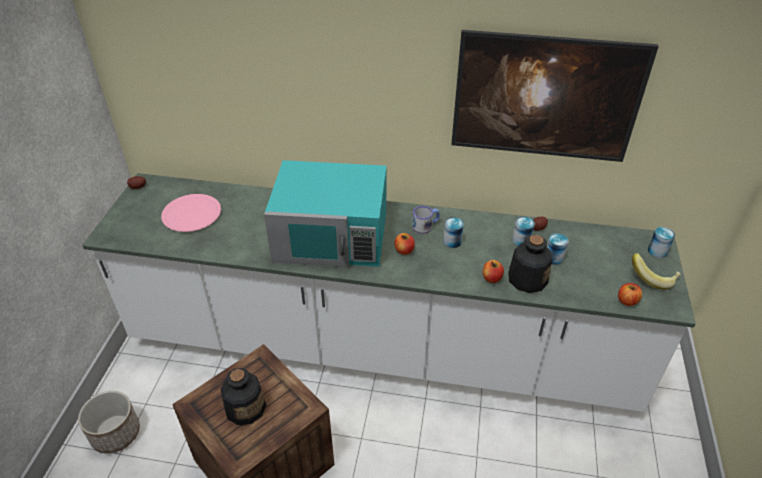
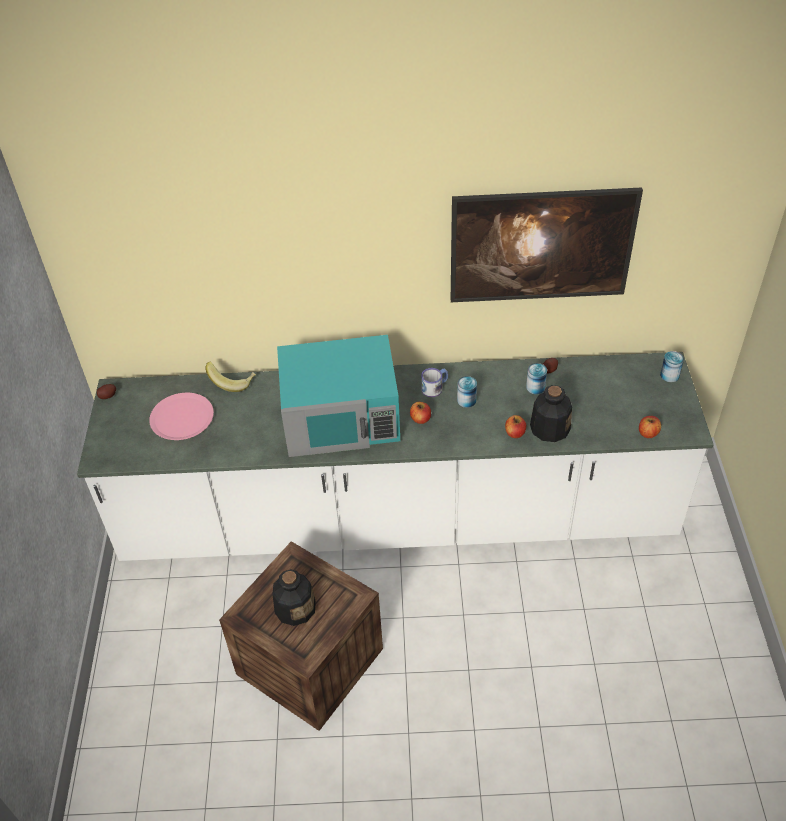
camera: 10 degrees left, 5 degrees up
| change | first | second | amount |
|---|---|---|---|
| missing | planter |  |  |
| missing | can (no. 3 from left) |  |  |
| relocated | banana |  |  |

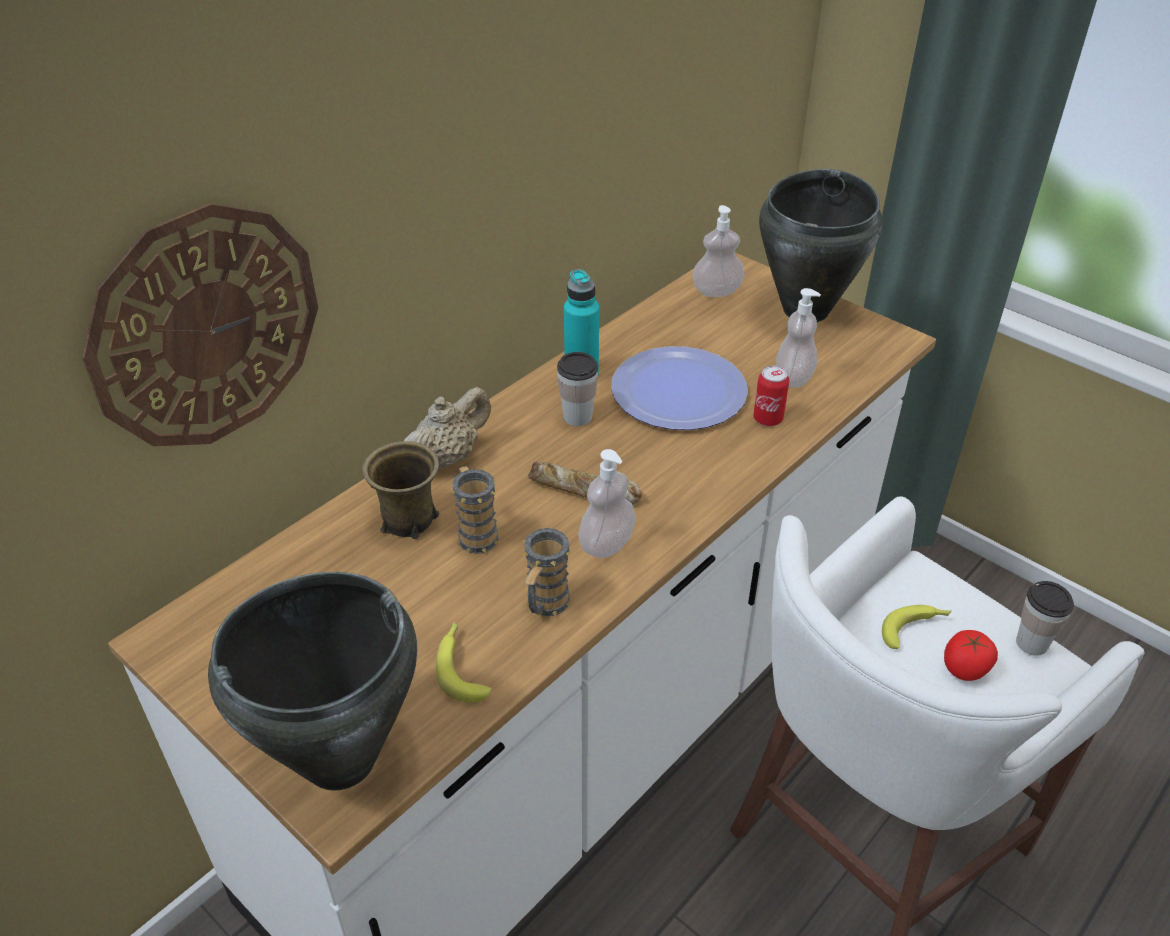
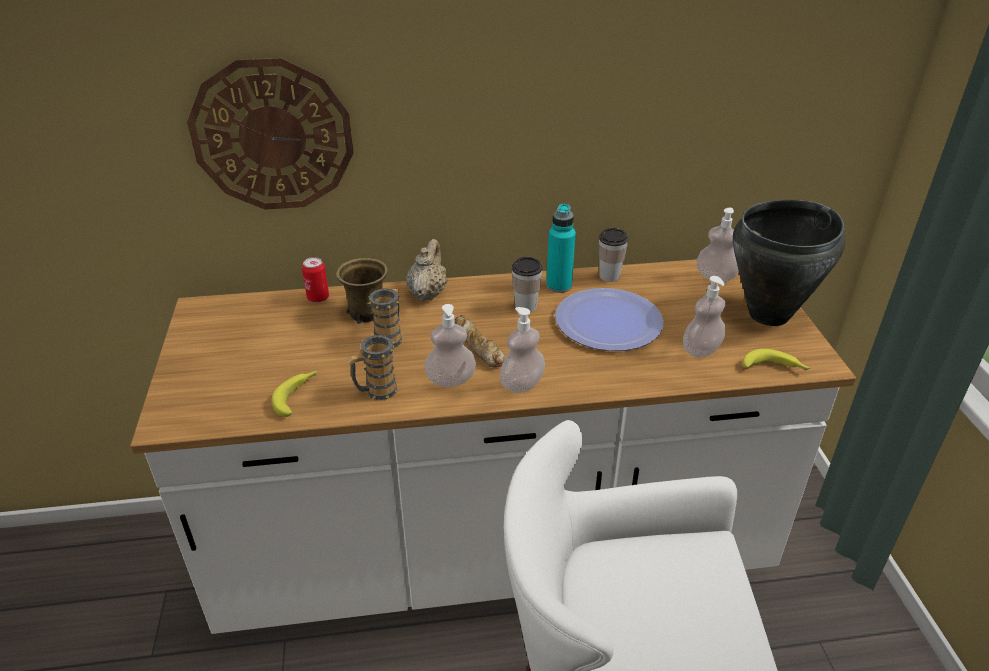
camera: 40 degrees right, 5 degrees down
| change | first | second | amount |
|---|---|---|---|
| missing | black cooking pot (no. 1 from left) |  |  |
| spun | beige teapot |  | 75 degrees counterclockwise |
| relocated | can |  |  |
| relocated | banana (no. 2 from left) |  |  |
| missing | tomato |  |  |
| relocated | cup (no. 2 from left) |  |  |
| appeared |  | soap dispenser (no. 2 from left) |  |

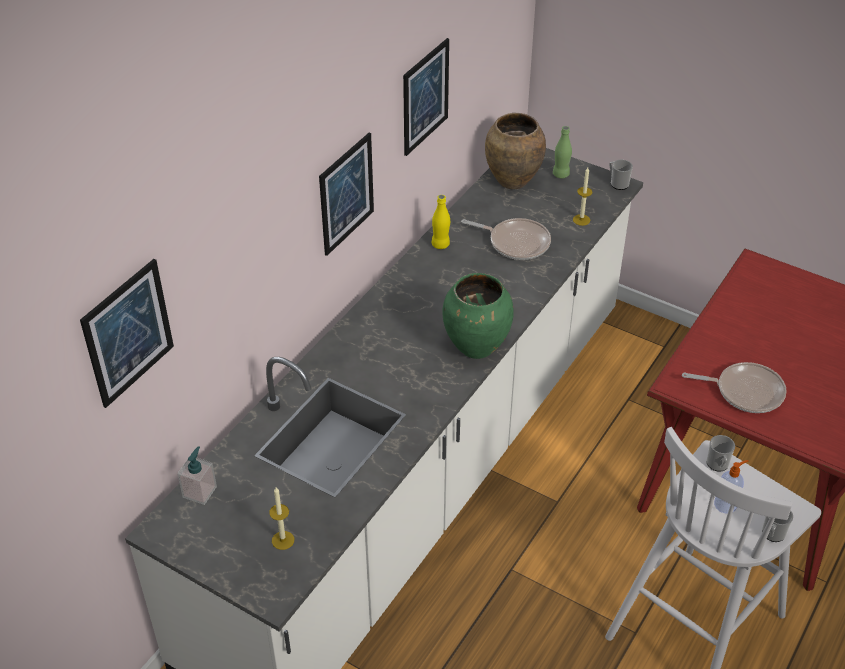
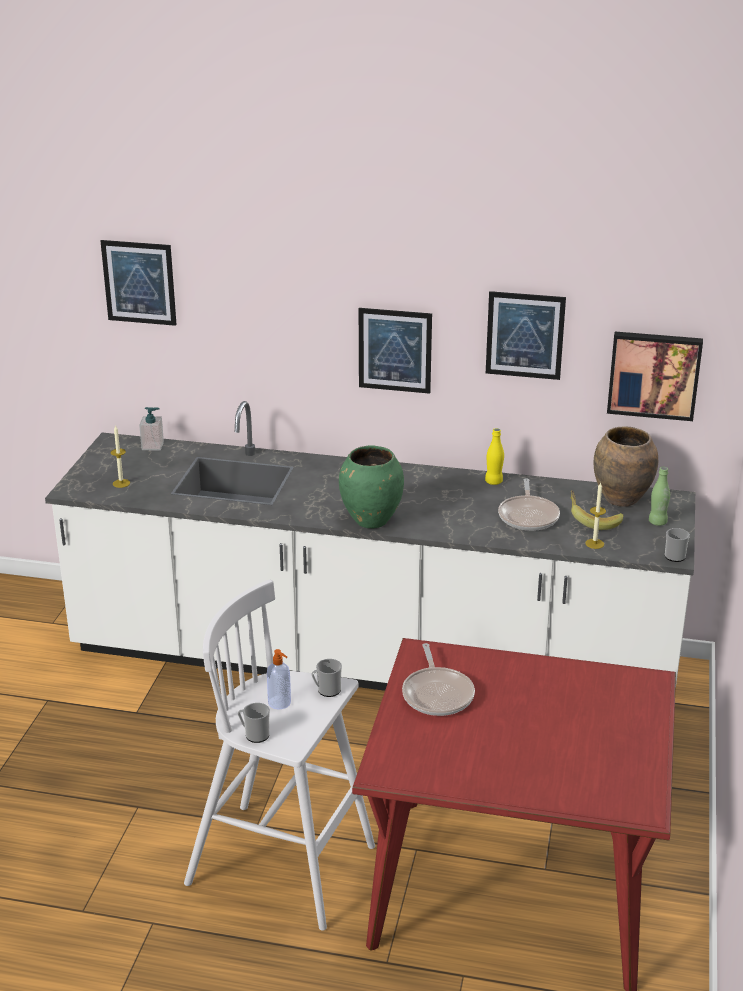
camera: 70 degrees right, 15 degrees down
| change | first | second | amount |
|---|---|---|---|
| appeared |  | banana |  |
| appeared |  | picture (no. 4 from left) |  |

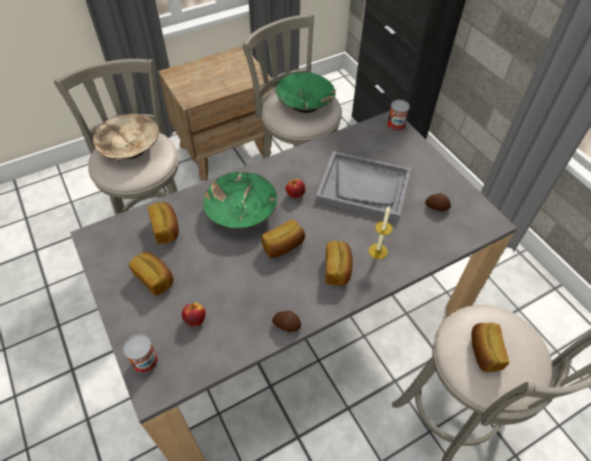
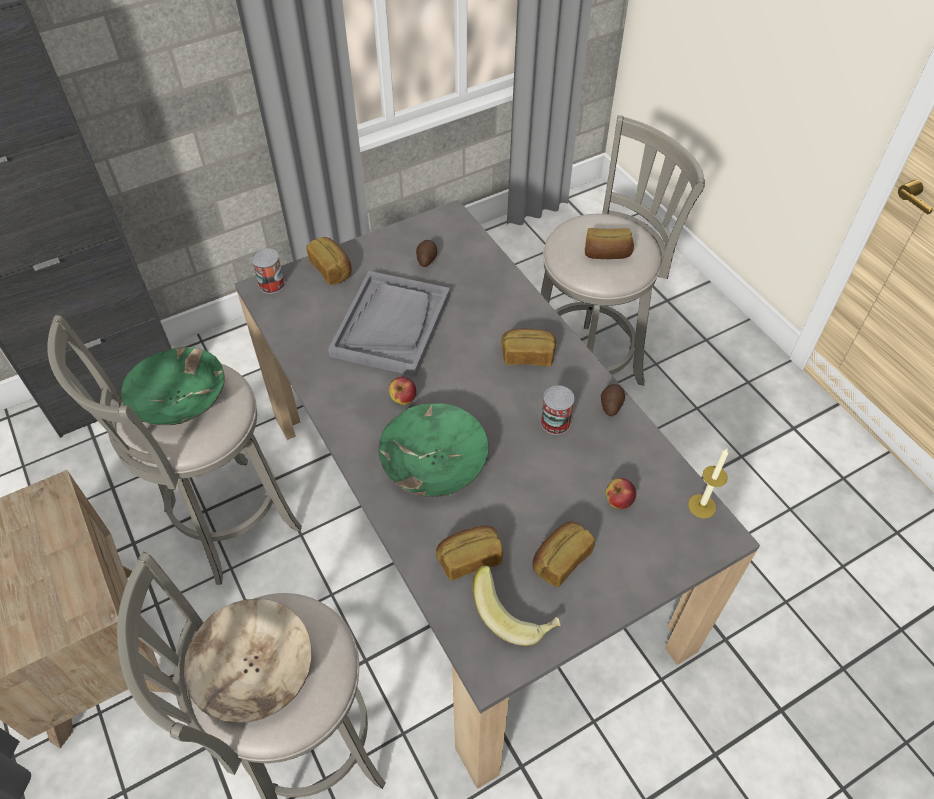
camera: 90 degrees left, 0 degrees up
| change | first | second | amount |
|---|---|---|---|
| relocated | can (no. 1 from left in the first image) | can (no. 2 from left) |  |
| relocated | bread (no. 3 from left in the first image) | bread (no. 1 from left) |  |
| relocated | candle |  |  |
| appeared |  | banana |  |

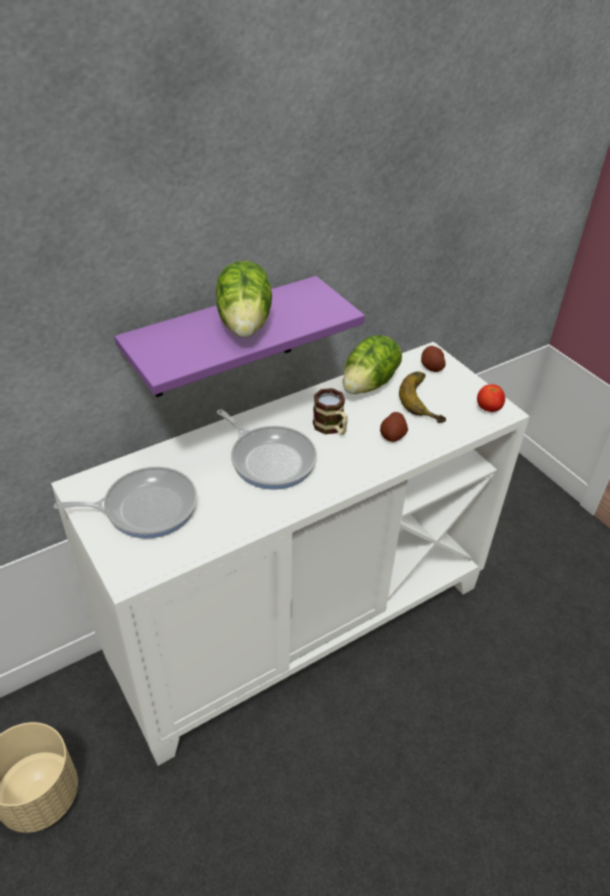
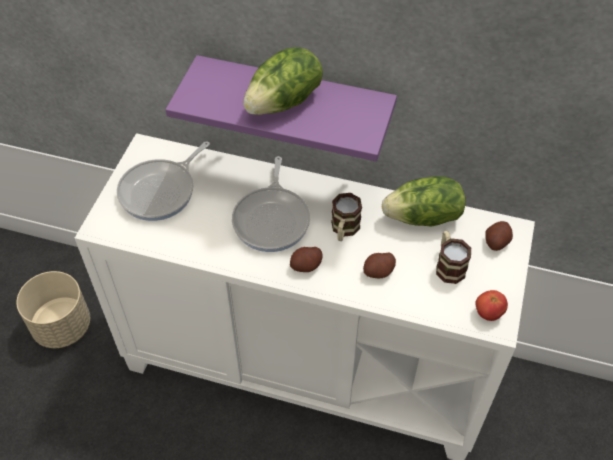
camera: 50 degrees right, 10 degrees up
| change | first | second | amount |
|---|---|---|---|
| spun | frying pan (no. 1 from left) |  | 90 degrees clockwise |
| exchanged | banana | mug (no. 2 from left) |  |
| appeared |  | potato (no. 1 from left) |  |

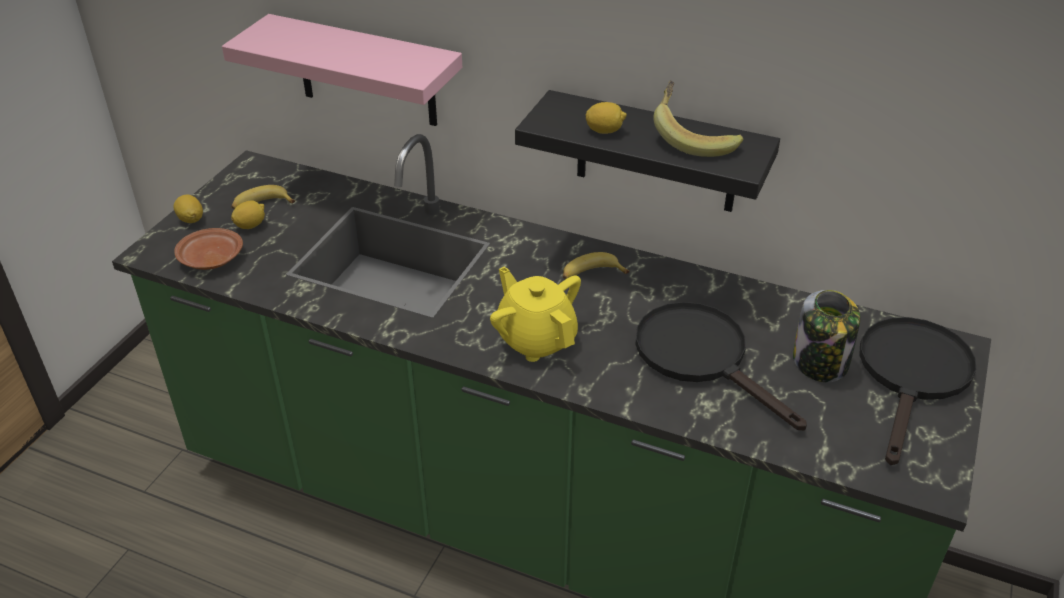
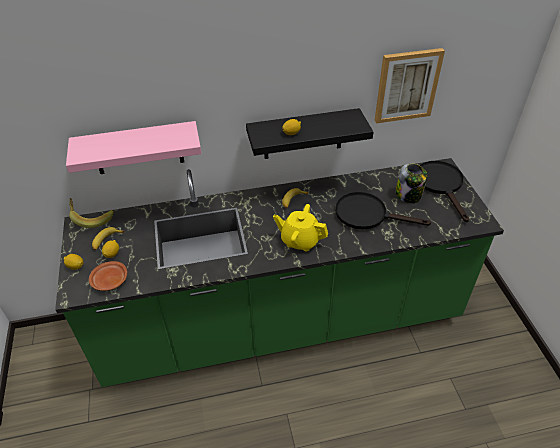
camera: 35 degrees left, 5 degrees up
| change | first | second | amount |
|---|---|---|---|
| relocated | banana (no. 3 from left in the first image) | banana (no. 1 from left) |  |
| appeared |  | picture |  |

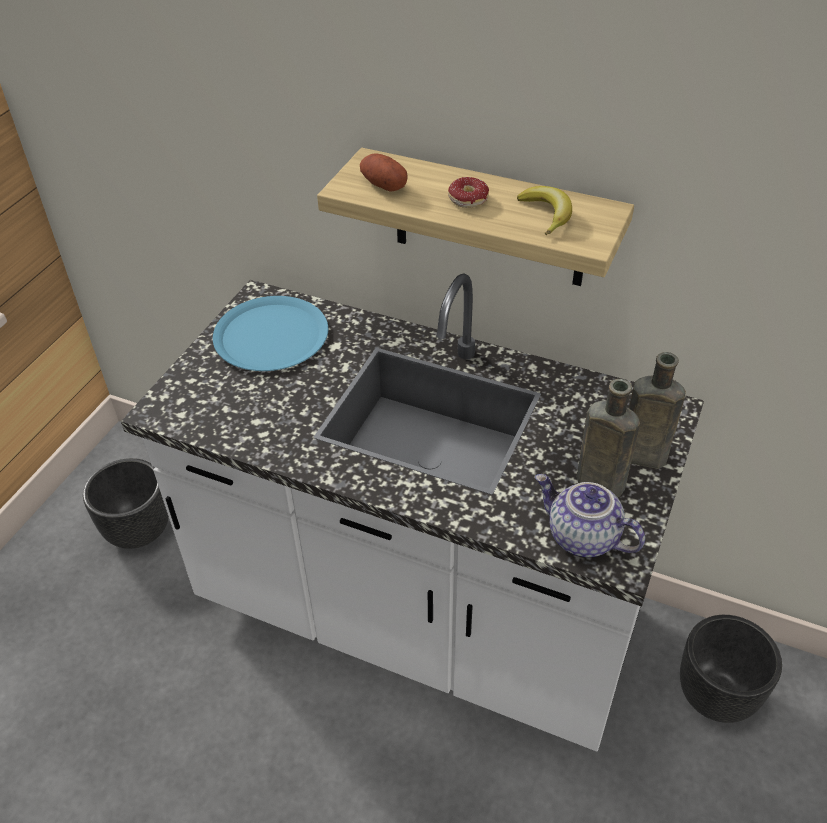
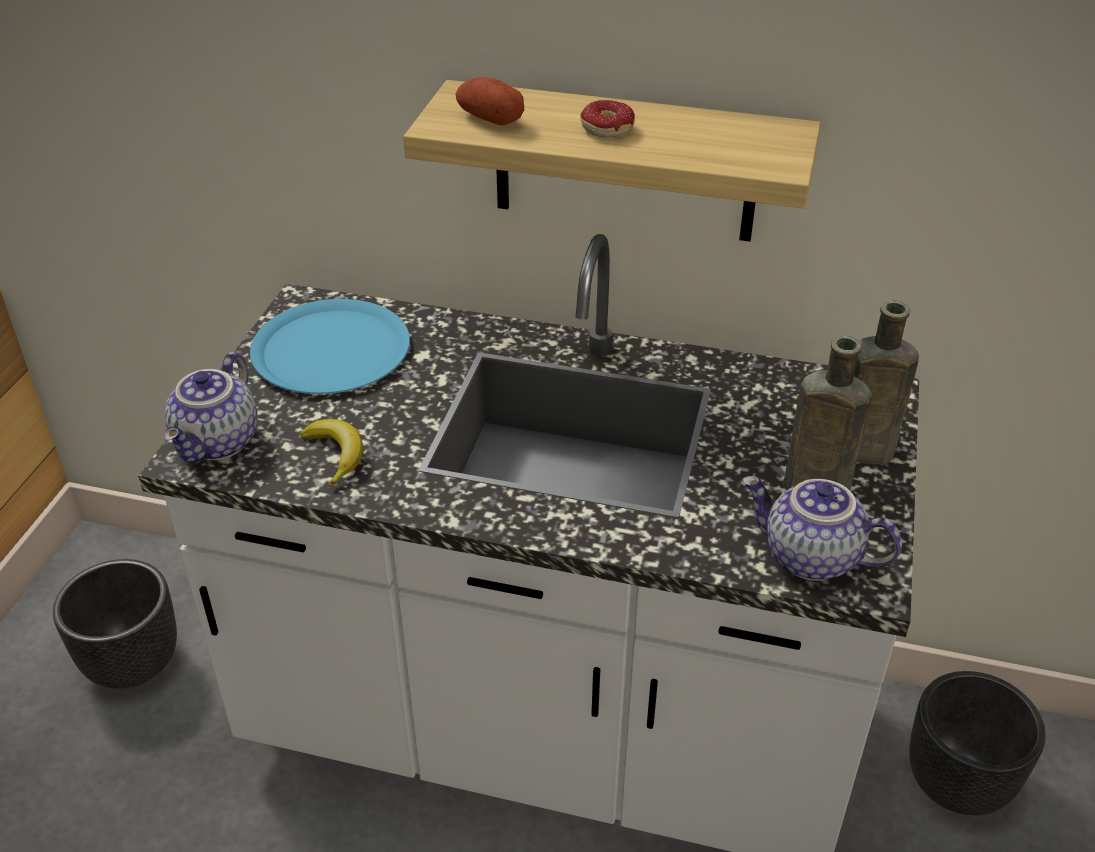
camera: 10 degrees left, 5 degrees down
| change | first | second | amount |
|---|---|---|---|
| relocated | banana |  |  |
| appeared |  | teapot (no. 1 from left) |  |

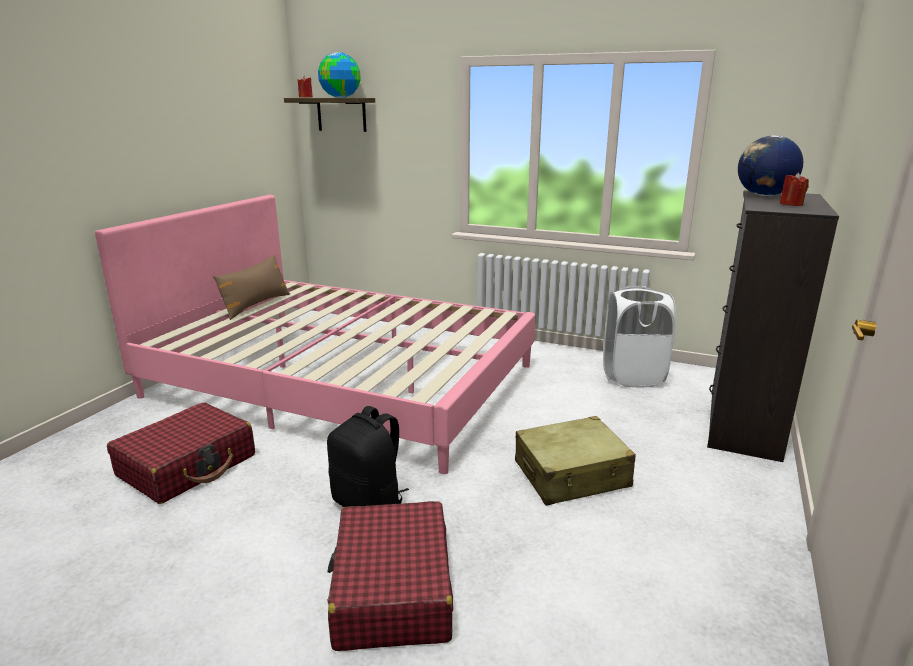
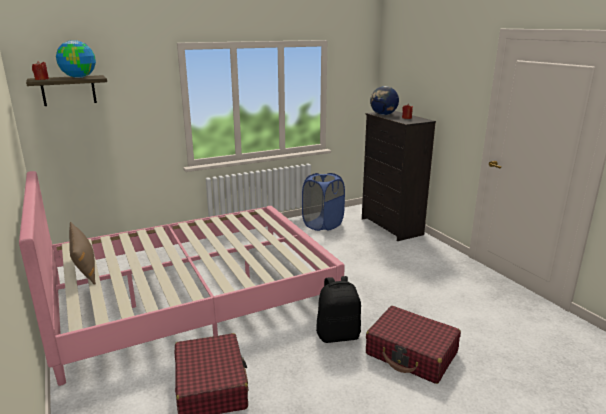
camera: 50 degrees left, 0 degrees up
| change | first | second | amount |
|---|---|---|---|
| missing | beige suitcase |  |  |
| colour | white laundry basket | blue laundry basket |  |

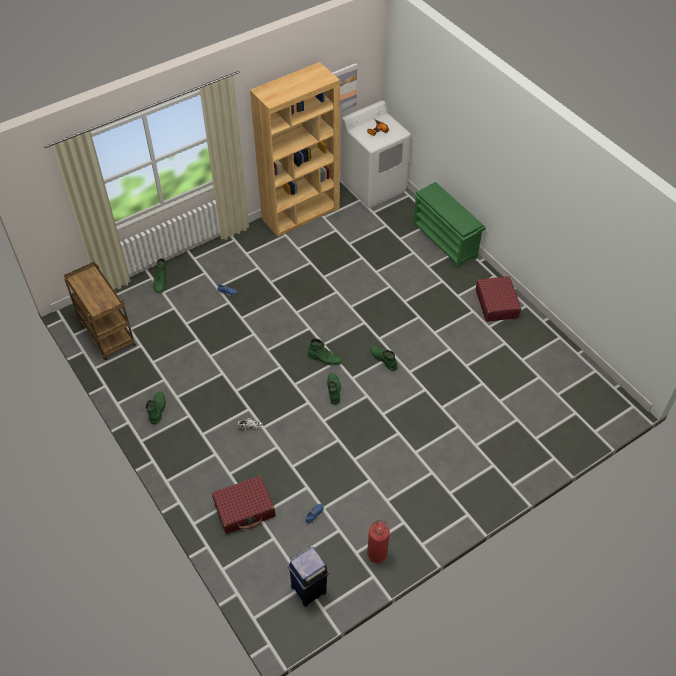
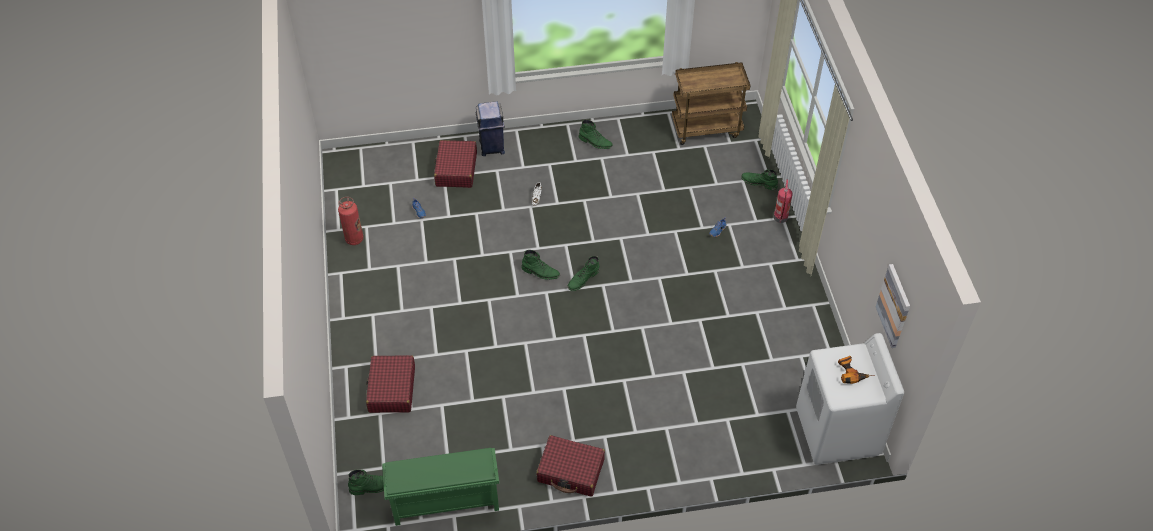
camera: 115 degrees right, 0 degrees up
| change | first | second | amount |
|---|---|---|---|
| missing | brown bookcase |  |  |
| relocated | blue trash can |  |  |
| relocated | green boot (no. 5 from left in the first image) | green boot (no. 1 from left) |  |
| relocated | green shoe rack |  |  |
| appeared |  | red suitcase (no. 1 from left) |  |
| appeared |  | fire extinguisher (no. 2 from left) |  |

